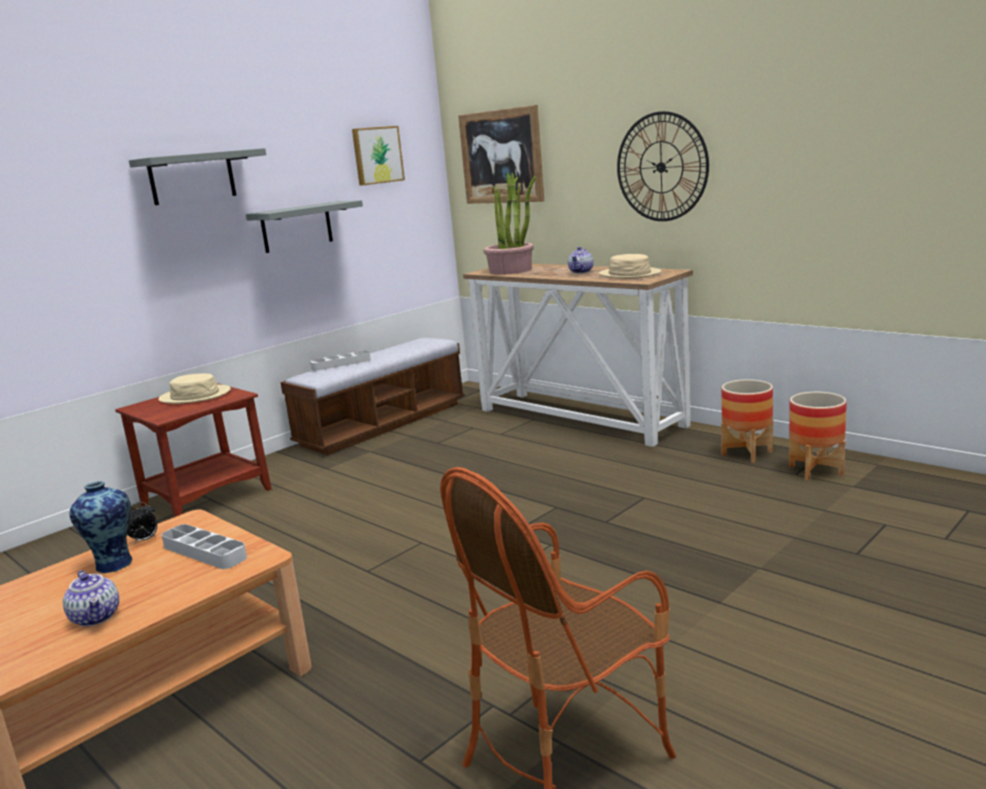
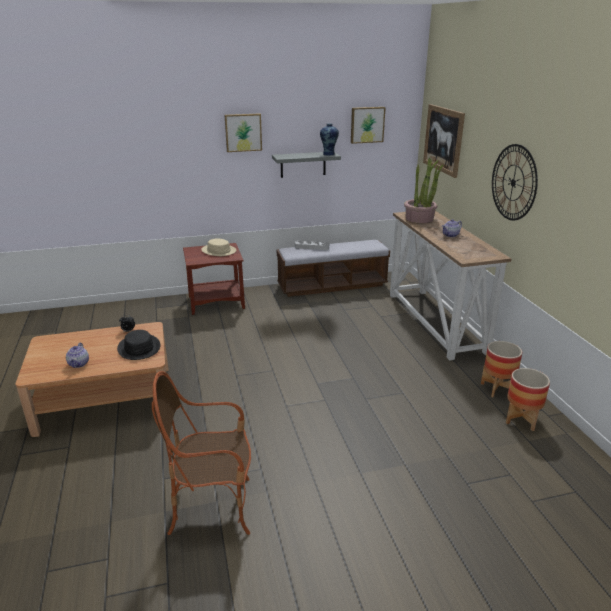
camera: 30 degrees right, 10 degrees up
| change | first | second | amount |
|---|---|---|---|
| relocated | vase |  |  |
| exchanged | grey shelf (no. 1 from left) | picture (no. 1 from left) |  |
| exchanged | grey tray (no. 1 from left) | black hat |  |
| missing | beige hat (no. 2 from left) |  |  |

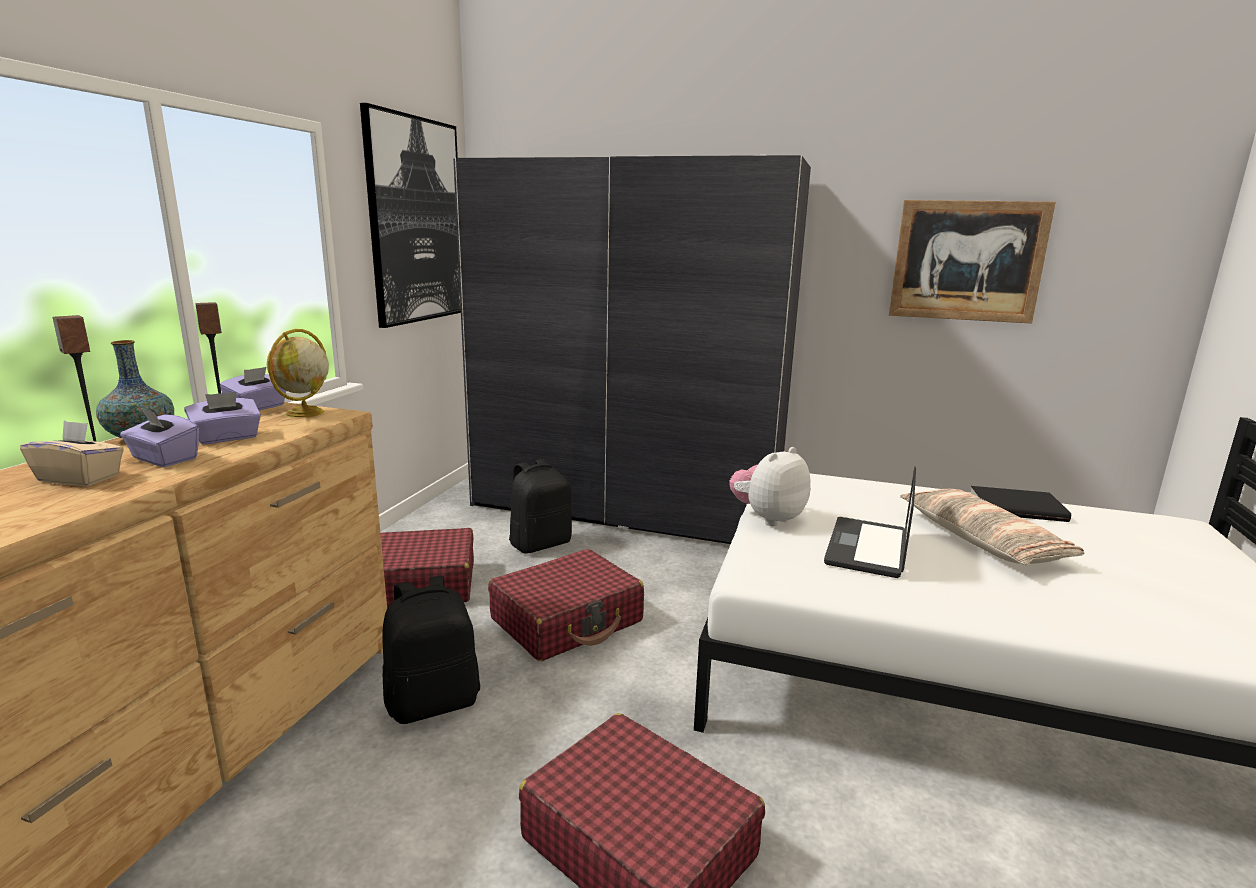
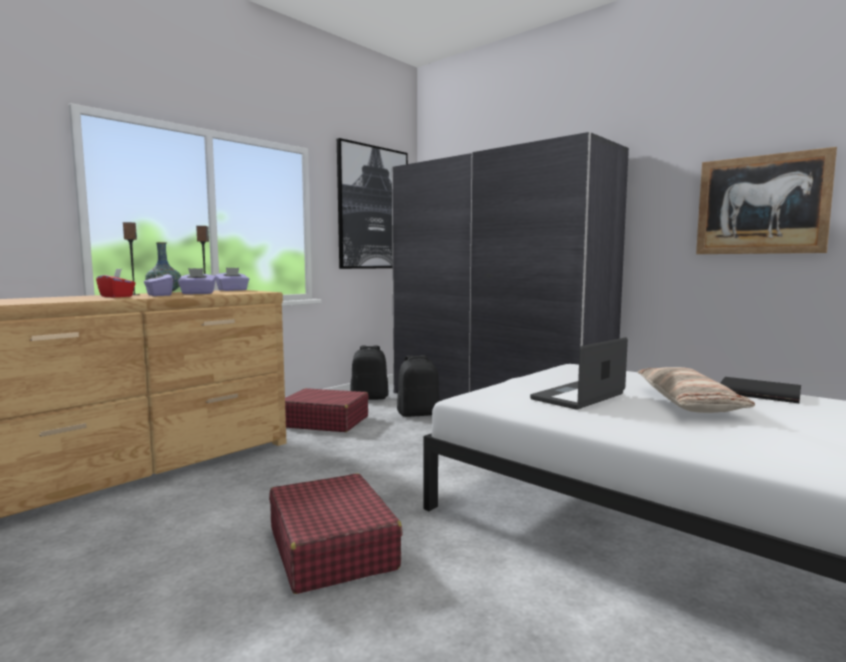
camera: 25 degrees right, 10 degrees down
| change | first | second | amount |
|---|---|---|---|
| colour | beige tissue box | red tissue box |  |
| missing | globe |  |  |
| relocated | black backpack (no. 1 from left) |  |  |
| missing | red suitcase (no. 2 from left) |  |  |
| missing | plush toy |  |  |

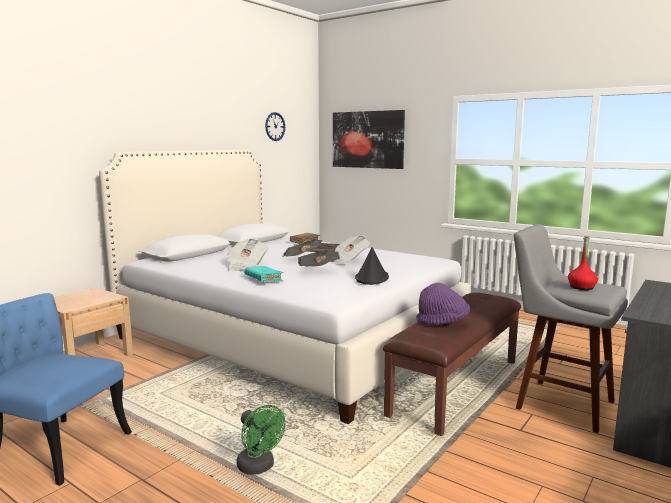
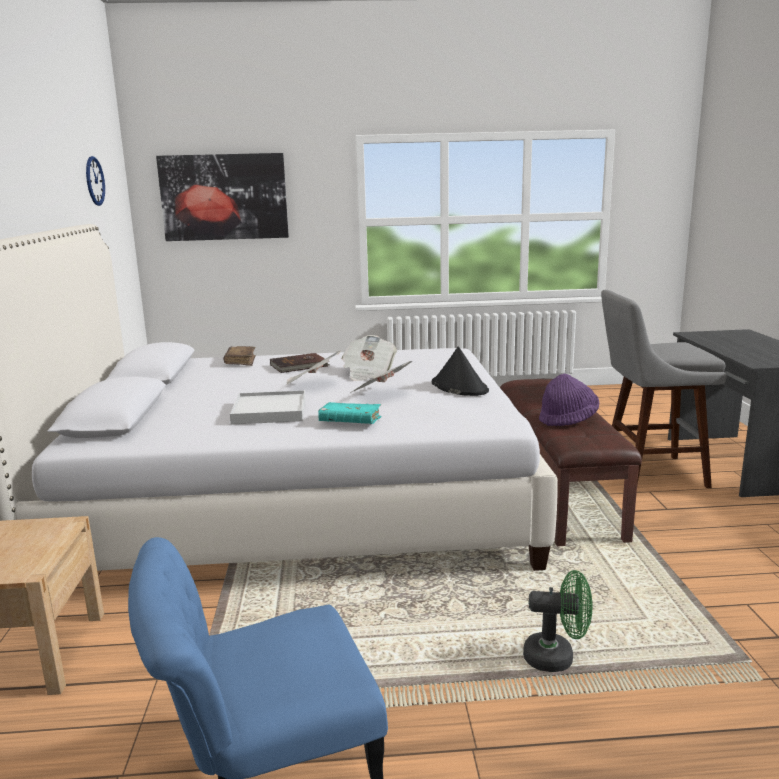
camera: 40 degrees left, 5 degrees up
| change | first | second | amount |
|---|---|---|---|
| exchanged | newspaper (no. 1 from left) | white tray |  |
| missing | red bottle |  |  |

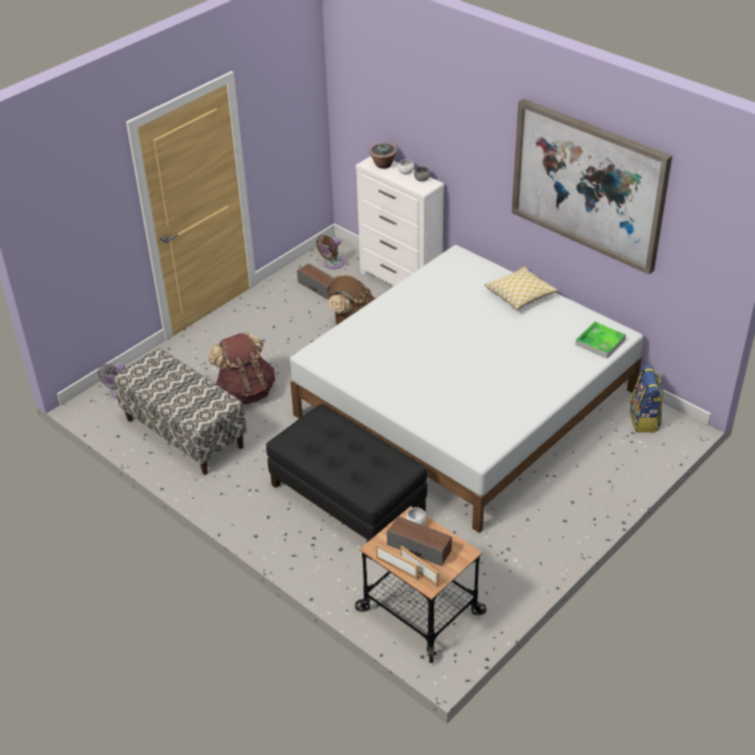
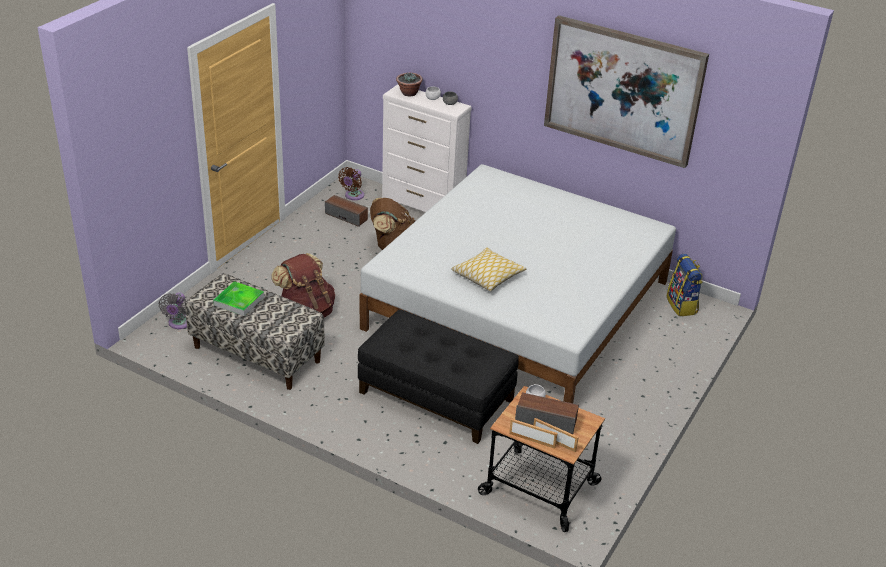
camera: 15 degrees left, 5 degrees down
| change | first | second | amount |
|---|---|---|---|
| relocated | pillow |  |  |
| relocated | tray |  |  |

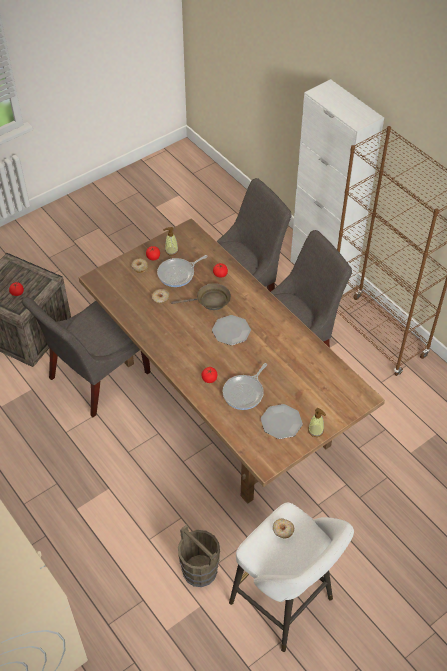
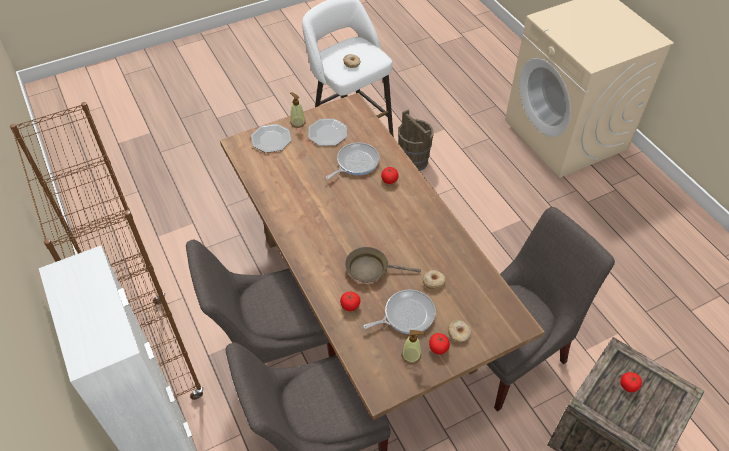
camera: 170 degrees left, 0 degrees up
| change | first | second | amount |
|---|---|---|---|
| relocated | plate (no. 1 from left) |  |  |

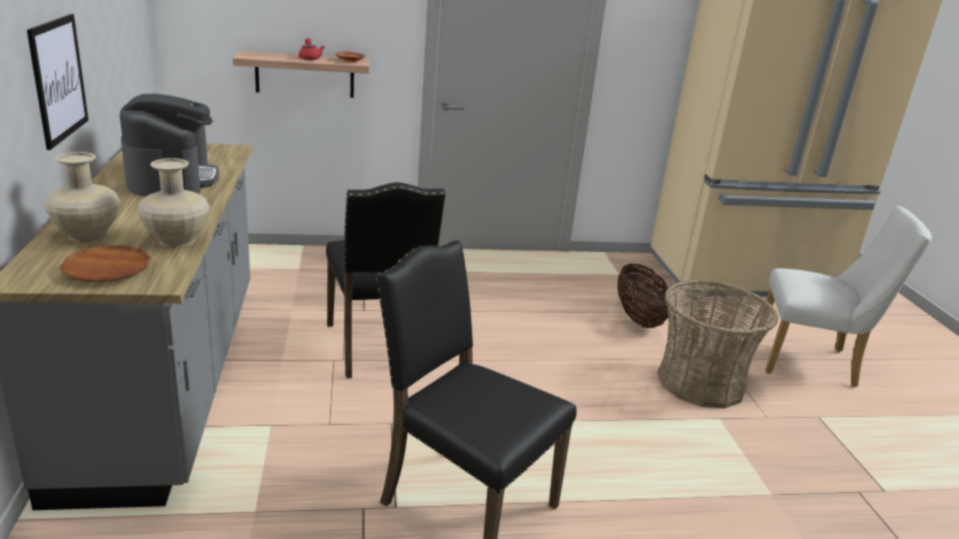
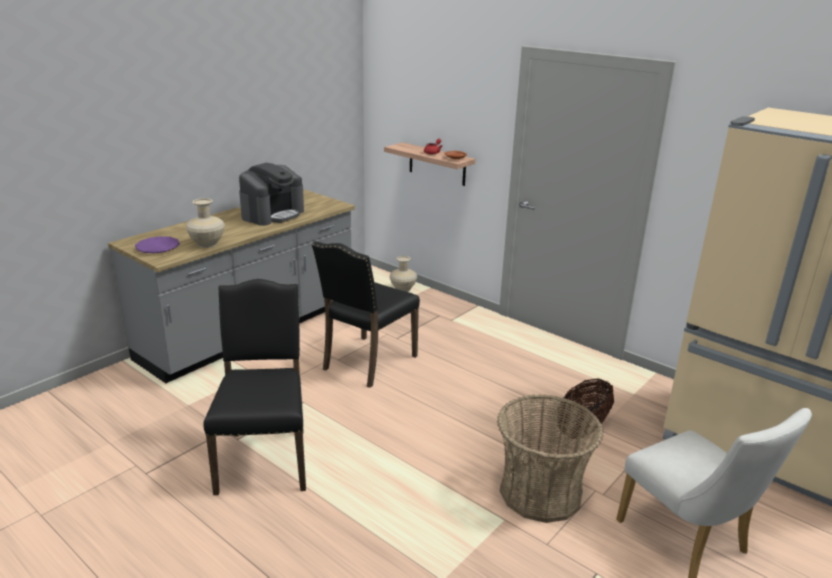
camera: 50 degrees right, 0 degrees up
| change | first | second | amount |
|---|---|---|---|
| missing | picture |  |  |
| relocated | beige vase (no. 1 from left in the first image) | beige vase (no. 2 from left) |  |
| colour | brown plate (no. 1 from left) | purple plate |  |

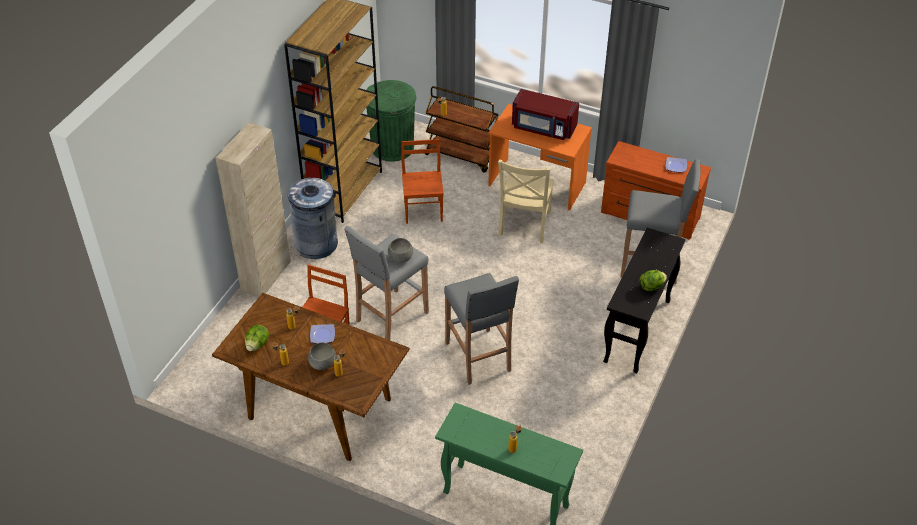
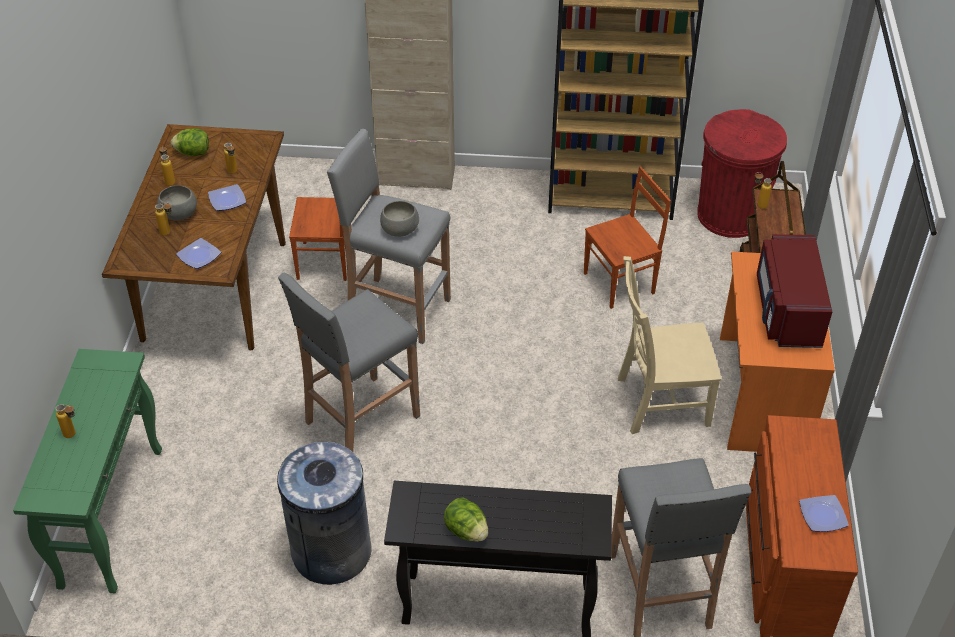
camera: 70 degrees right, 0 degrees up
| change | first | second | amount |
|---|---|---|---|
| relocated | grey trash can |  |  |
| colour | green trash can | red trash can |  |
| appeared |  | plate (no. 1 from left) |  |

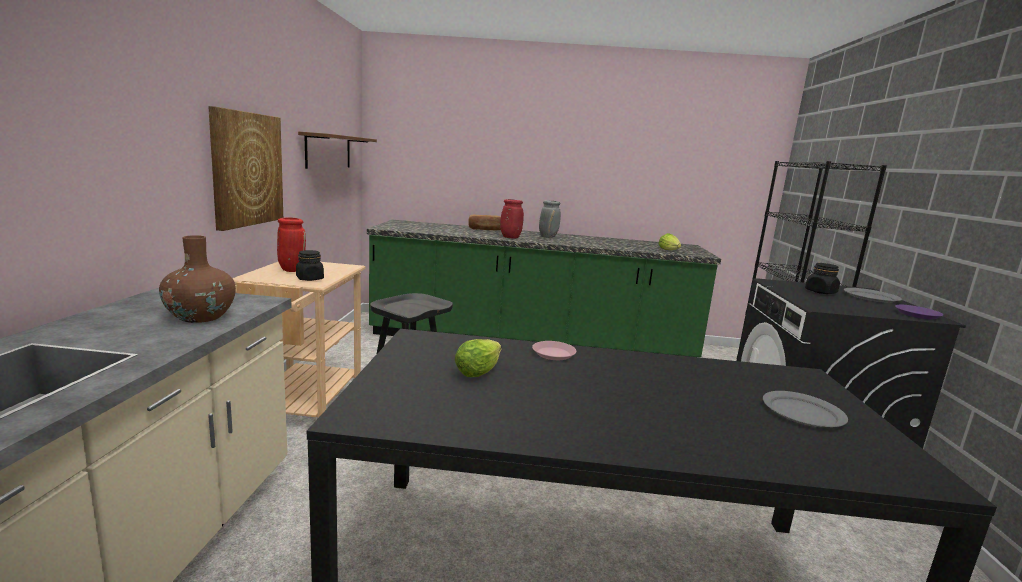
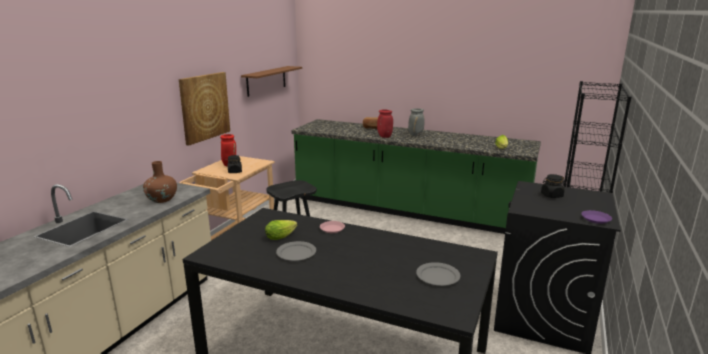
camera: 20 degrees right, 5 degrees up
| change | first | second | amount |
|---|---|---|---|
| relocated | grey plate (no. 2 from left in the first image) | grey plate (no. 1 from left) |  |

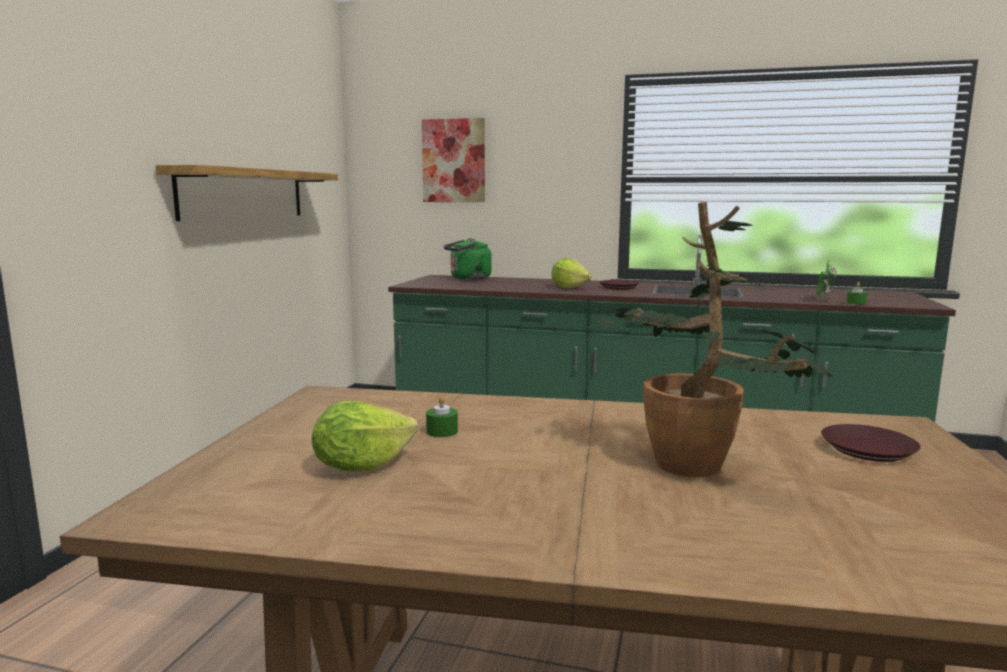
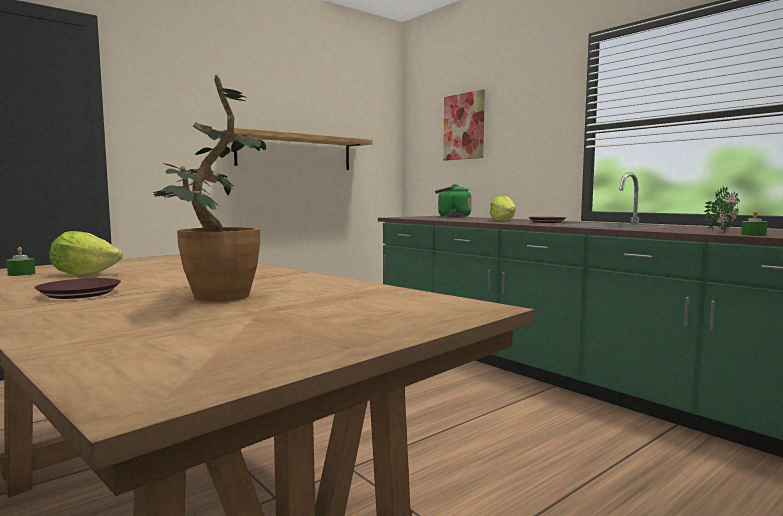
camera: 35 degrees right, 5 degrees down
| change | first | second | amount |
|---|---|---|---|
| relocated | green candle (no. 1 from left) |  |  |
| relocated | brown plate (no. 2 from left in the first image) | brown plate (no. 1 from left) |  |

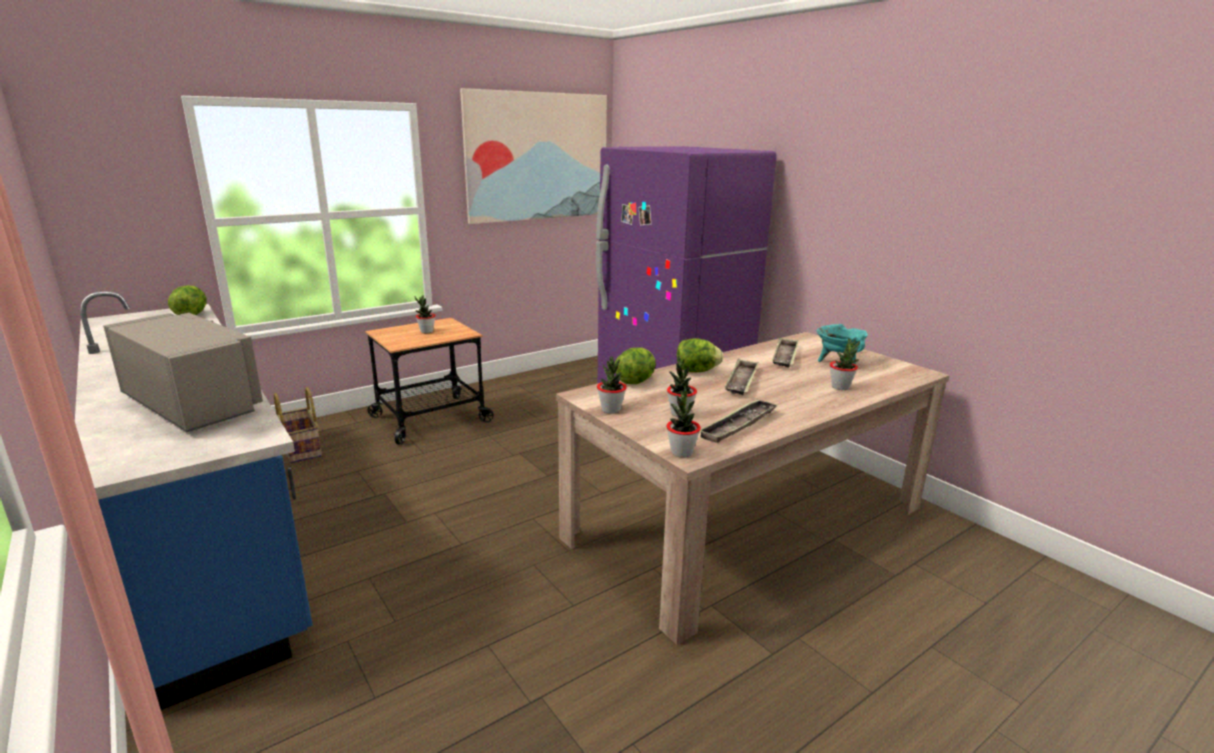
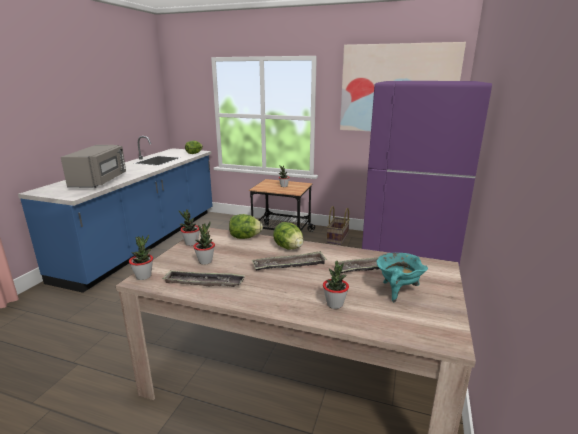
camera: 55 degrees right, 0 degrees up
| change | first | second | amount |
|---|---|---|---|
| relocated | basket |  |  |

